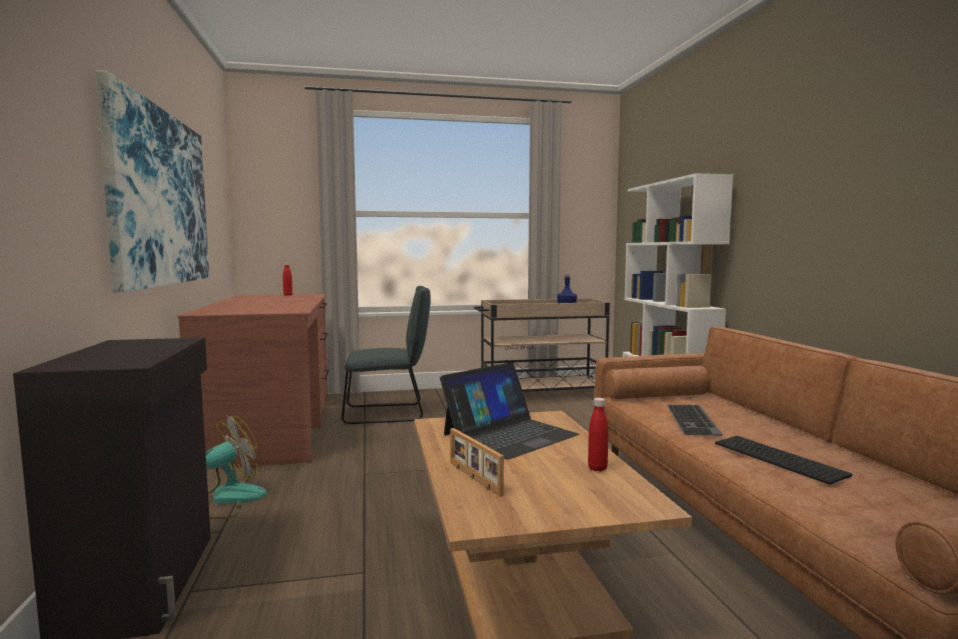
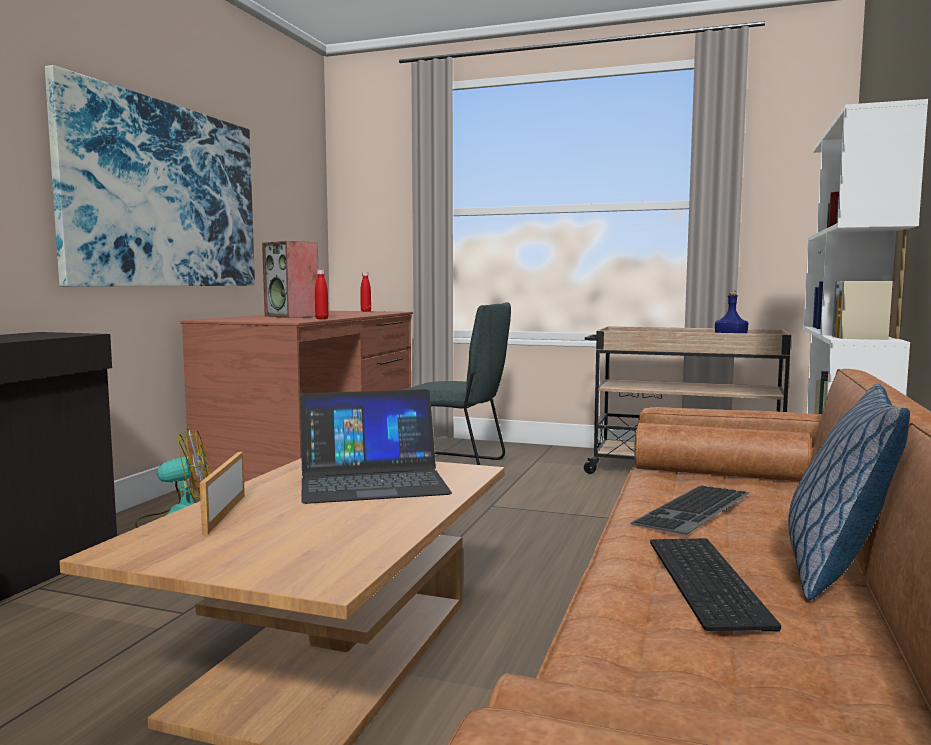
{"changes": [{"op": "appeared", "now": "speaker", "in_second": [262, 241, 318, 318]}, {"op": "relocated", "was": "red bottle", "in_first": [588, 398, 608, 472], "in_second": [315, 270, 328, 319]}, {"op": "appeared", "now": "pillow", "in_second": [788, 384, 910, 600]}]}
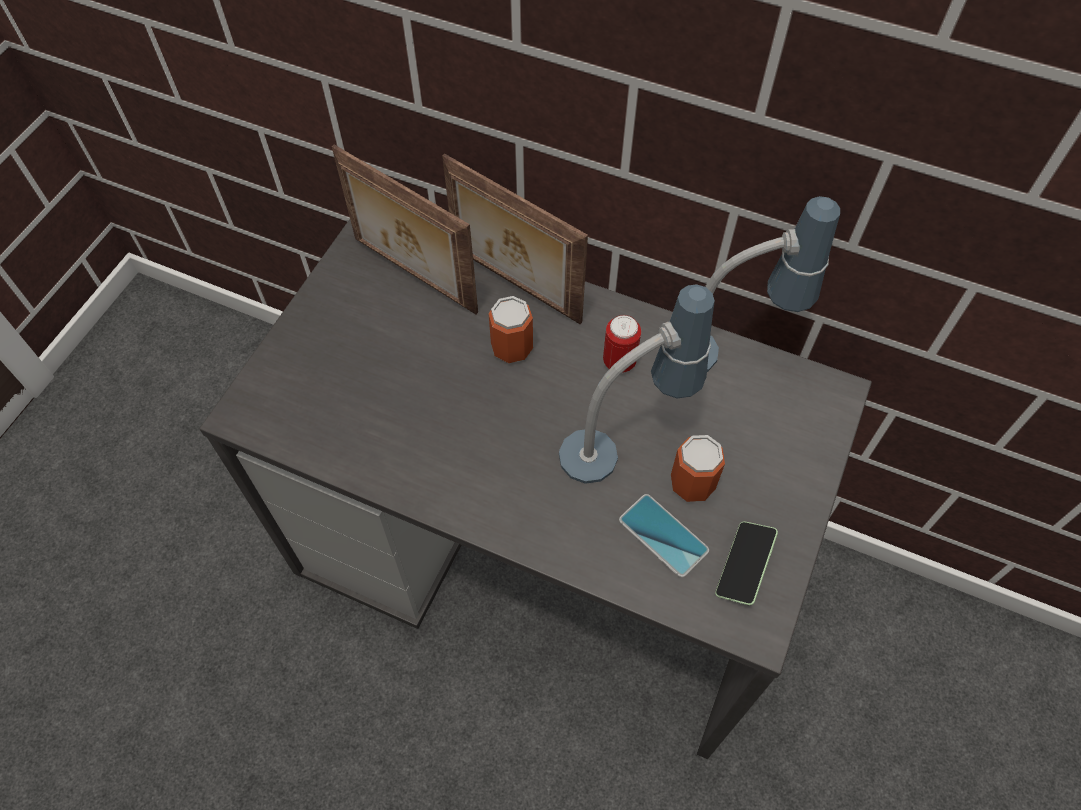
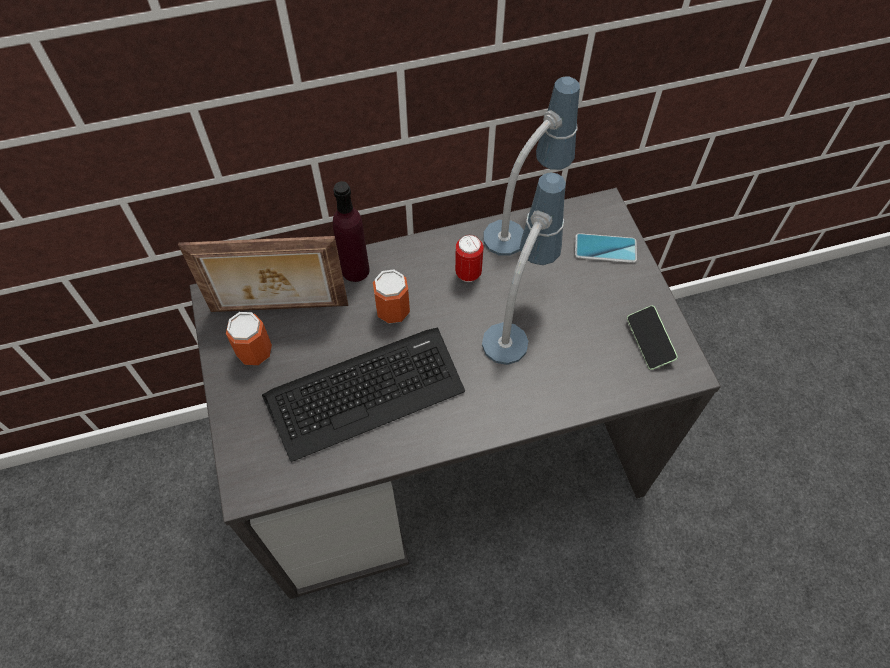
{"changes": [{"op": "relocated", "was": "can", "in_first": [671, 435, 725, 502], "in_second": [226, 312, 272, 365]}, {"op": "appeared", "now": "keyboard", "in_second": [262, 328, 465, 462]}, {"op": "exchanged", "was": "picture frame", "now": "purple bottle", "in_first": [442, 154, 588, 324], "in_second": [333, 181, 370, 282]}, {"op": "relocated", "was": "phone", "in_first": [619, 494, 709, 577], "in_second": [575, 233, 637, 263]}]}
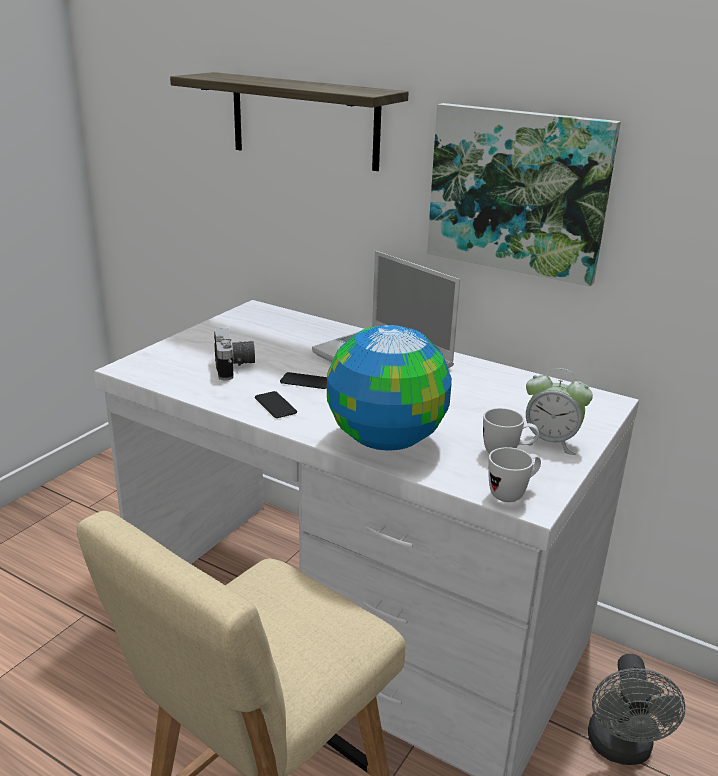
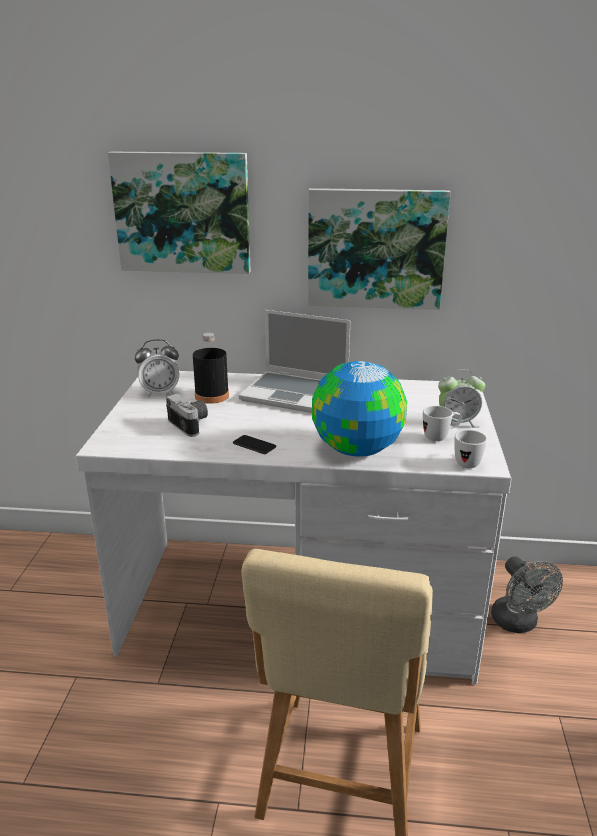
{"changes": [{"op": "exchanged", "was": "shelf", "now": "picture", "in_first": [170, 72, 409, 171], "in_second": [108, 152, 250, 274]}, {"op": "appeared", "now": "alarm clock", "in_second": [135, 339, 179, 397]}, {"op": "appeared", "now": "black bottle", "in_second": [193, 333, 229, 404]}, {"op": "missing", "was": "phone", "in_first": [280, 372, 327, 389]}]}
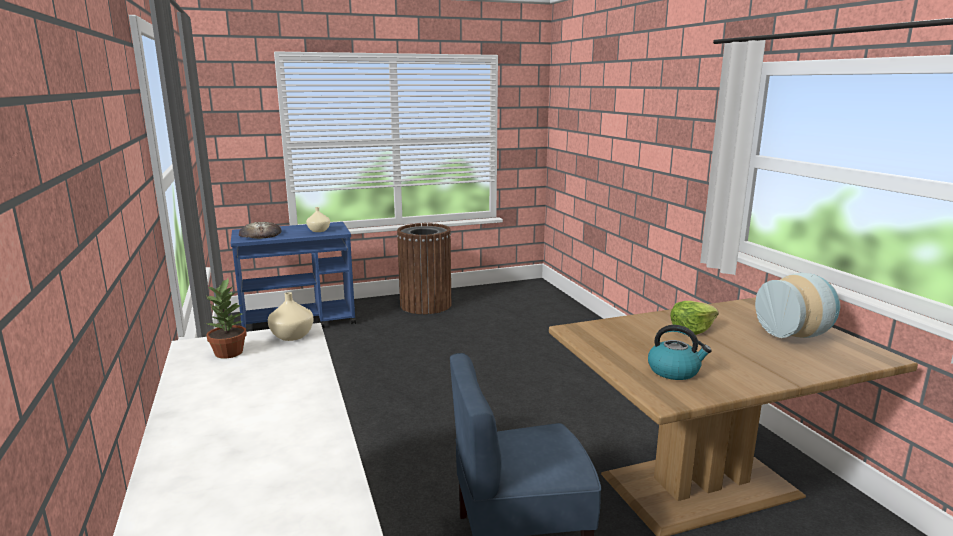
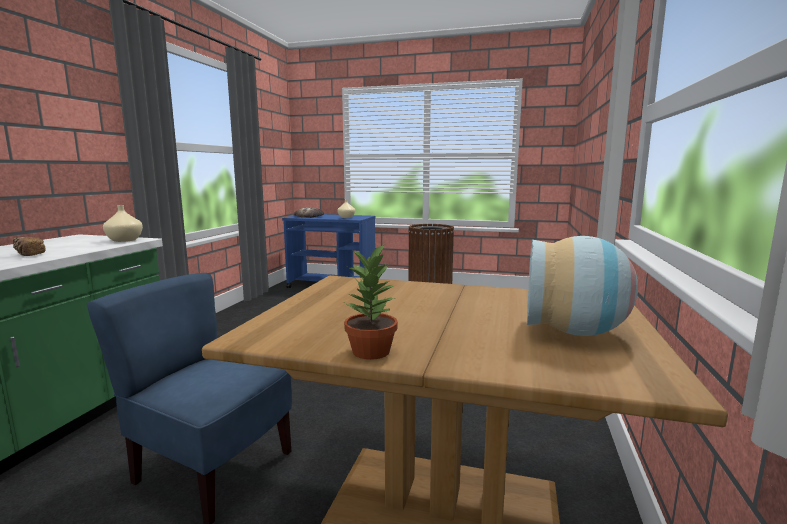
{"changes": [{"op": "appeared", "now": "bread", "in_second": [13, 237, 46, 256]}, {"op": "relocated", "was": "potted plant", "in_first": [205, 279, 247, 359], "in_second": [344, 243, 398, 360]}, {"op": "missing", "was": "kettle", "in_first": [648, 325, 712, 380]}, {"op": "missing", "was": "lettuce", "in_first": [670, 301, 719, 335]}]}
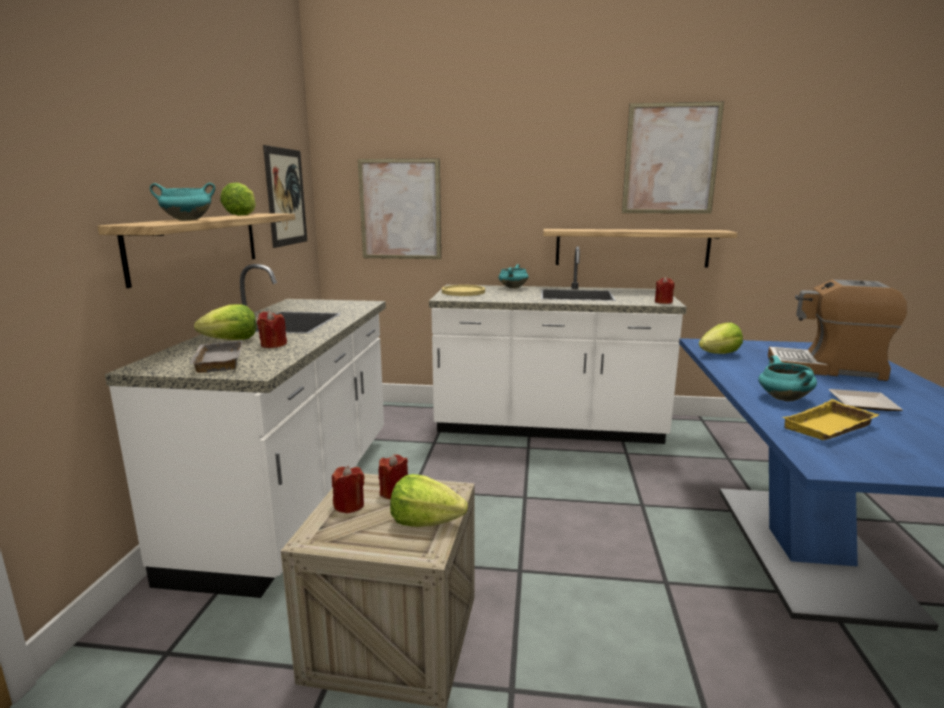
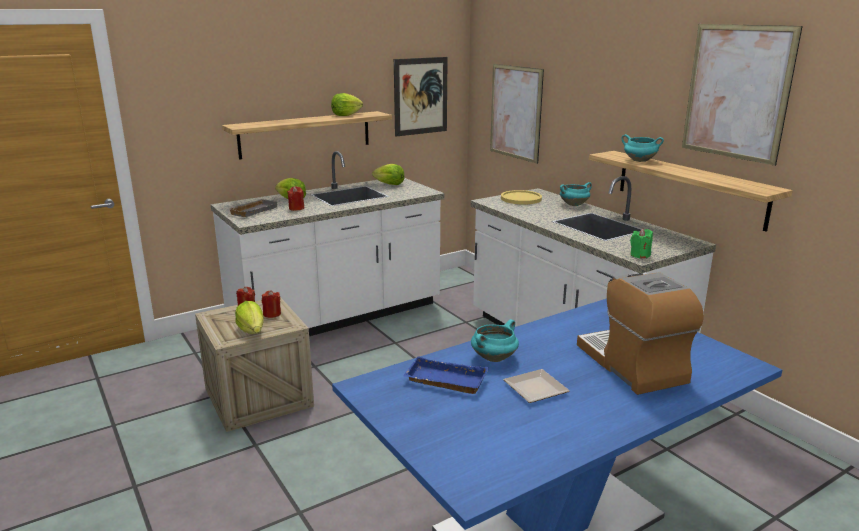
{"changes": [{"op": "relocated", "was": "lettuce", "in_first": [699, 322, 743, 354], "in_second": [372, 164, 405, 185]}, {"op": "colour", "was": "yellow tray", "now": "blue tray", "in_first": [782, 399, 879, 440], "in_second": [403, 356, 489, 394]}, {"op": "relocated", "was": "turquoise cooking pot", "in_first": [150, 183, 215, 221], "in_second": [622, 134, 664, 162]}, {"op": "colour", "was": "red candle", "now": "green candle", "in_first": [655, 277, 675, 304], "in_second": [630, 228, 653, 258]}]}
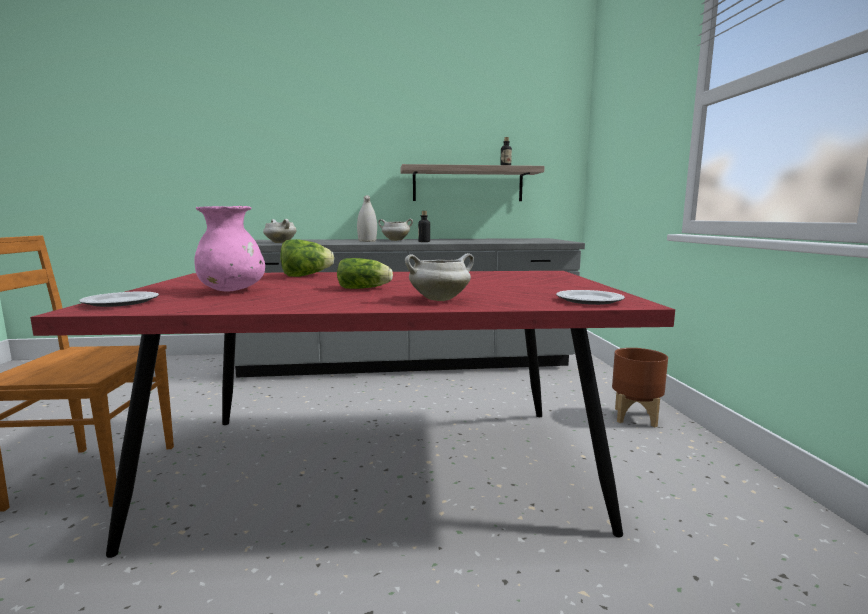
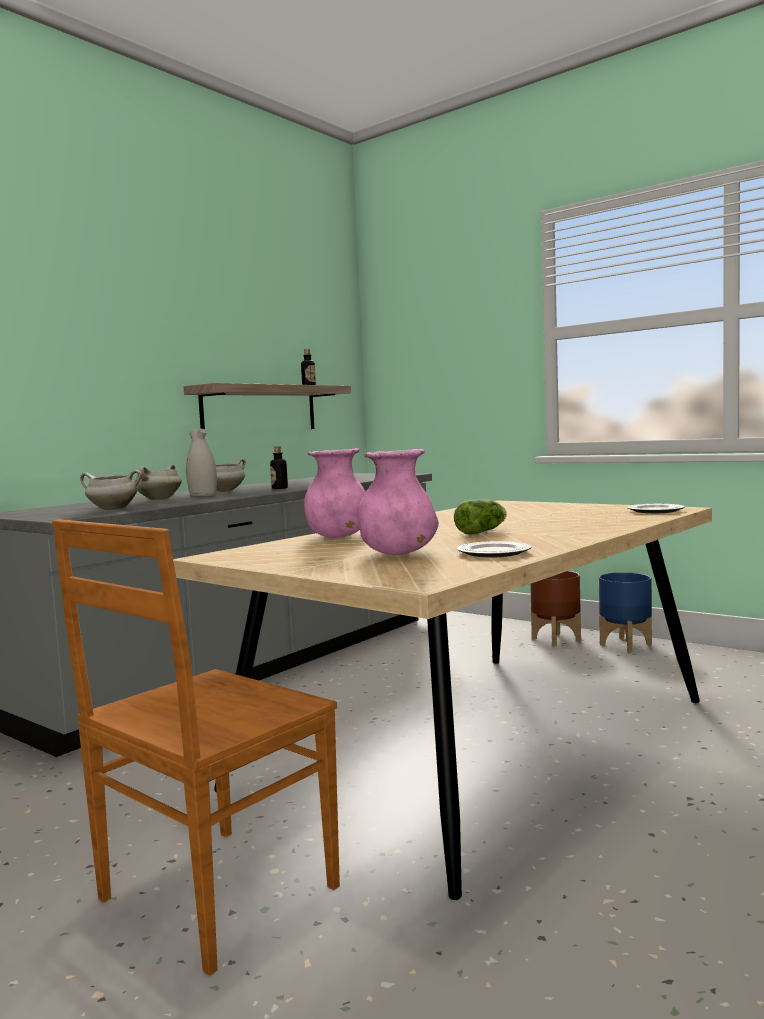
{"changes": [{"op": "relocated", "was": "white cooking pot", "in_first": [405, 253, 474, 301], "in_second": [134, 465, 182, 500]}, {"op": "colour", "was": "red dining table", "now": "beige dining table", "in_first": [30, 271, 675, 558], "in_second": [173, 500, 712, 900]}, {"op": "exchanged", "was": "lettuce", "now": "pink vase", "in_first": [280, 239, 334, 277], "in_second": [304, 448, 366, 538]}, {"op": "relocated", "was": "plate", "in_first": [79, 291, 159, 307], "in_second": [457, 541, 531, 558]}, {"op": "appeared", "now": "blue planter", "in_second": [599, 572, 652, 652]}]}
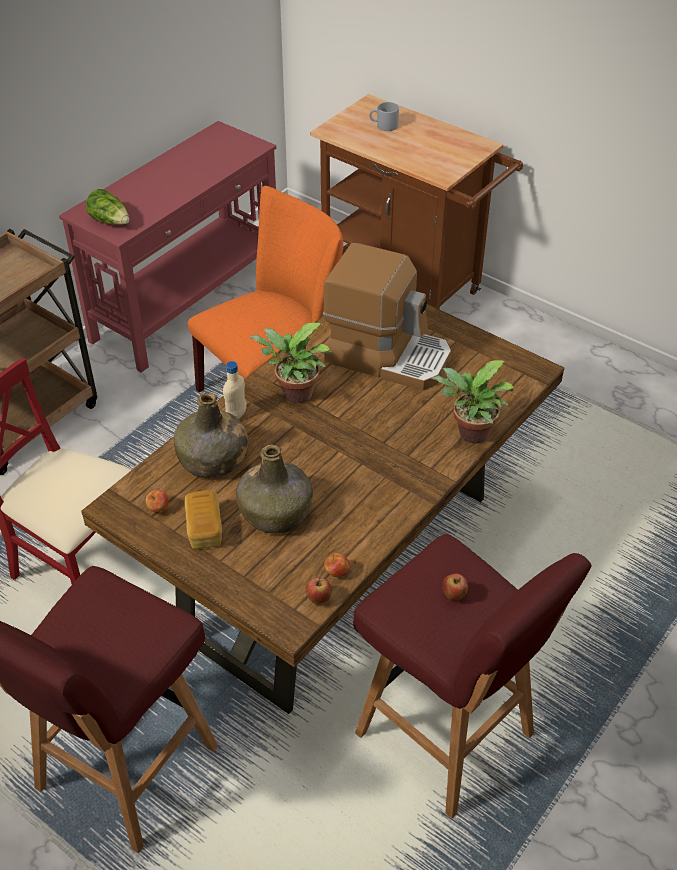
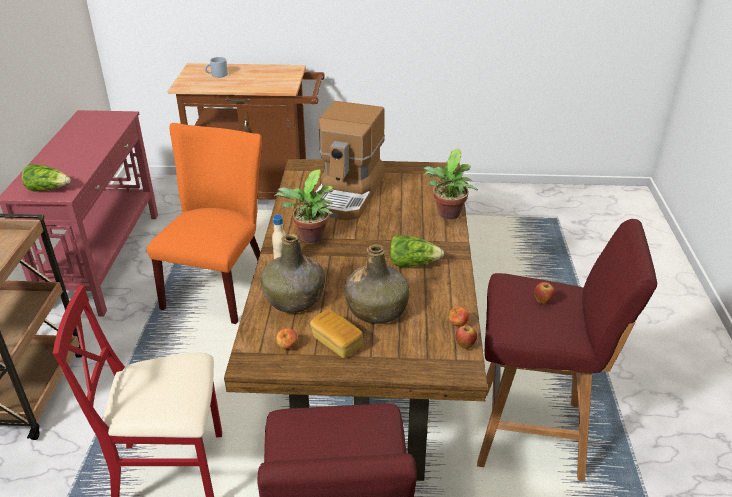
{"changes": [{"op": "spun", "was": "coffee machine", "in_first": [323, 243, 451, 390], "in_second": [315, 101, 385, 221], "clockwise": 120}, {"op": "appeared", "now": "lettuce", "in_second": [390, 235, 444, 267]}]}
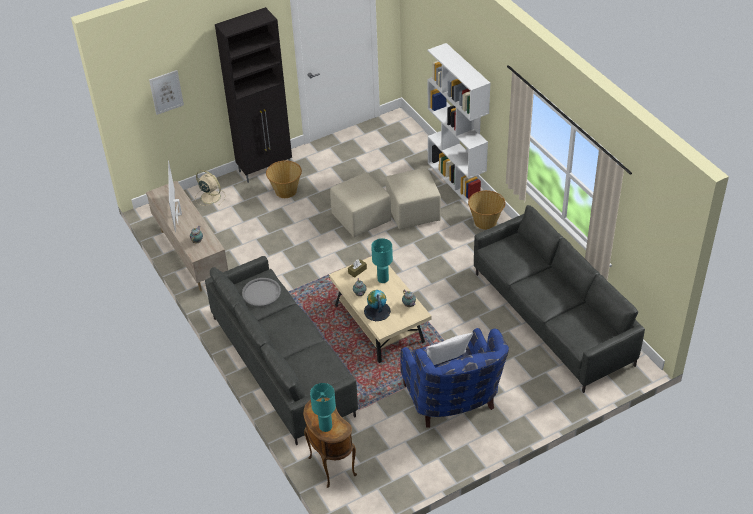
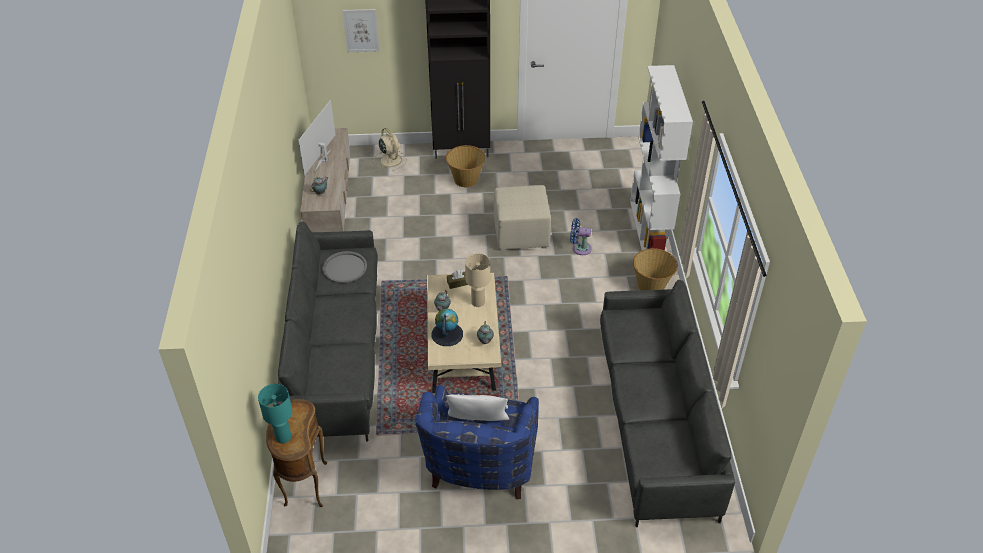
{"changes": [{"op": "colour", "was": "turquoise table lamp", "now": "beige table lamp", "in_first": [371, 238, 393, 283], "in_second": [465, 253, 490, 307]}, {"op": "exchanged", "was": "beige ottoman", "now": "blue fan", "in_first": [386, 168, 441, 229], "in_second": [570, 218, 592, 255]}]}
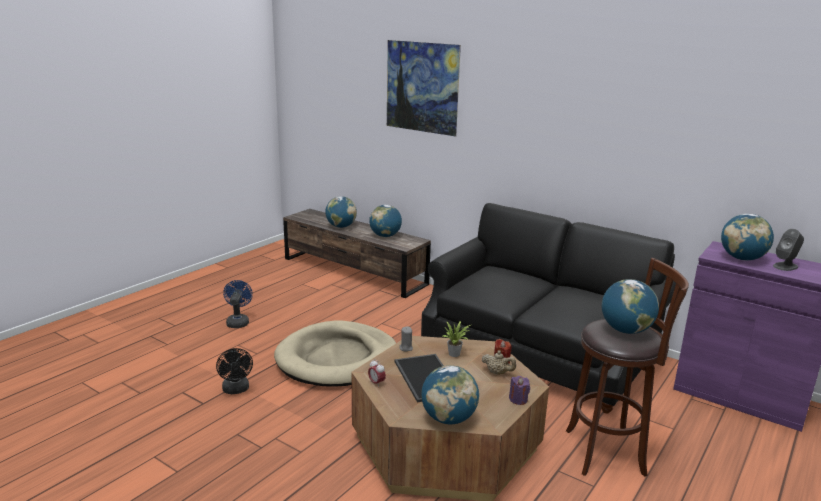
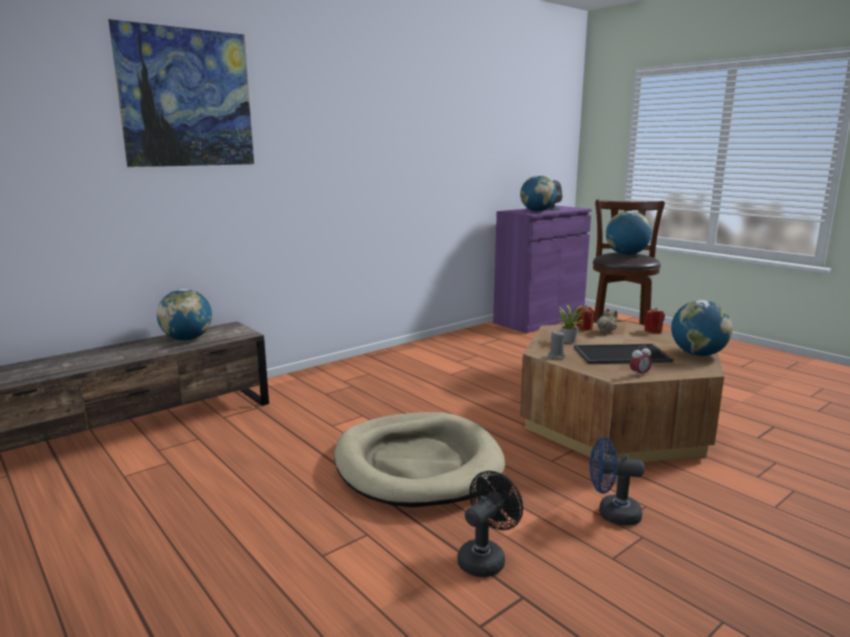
{"changes": [{"op": "spun", "was": "black fan", "in_first": [216, 348, 253, 394], "in_second": [458, 471, 523, 577], "clockwise": -45}, {"op": "relocated", "was": "blue fan", "in_first": [223, 280, 253, 328], "in_second": [590, 437, 644, 526]}, {"op": "colour", "was": "purple candle", "now": "red candle", "in_first": [509, 376, 530, 405], "in_second": [645, 308, 665, 333]}, {"op": "missing", "was": "globe", "in_first": [325, 196, 357, 228]}, {"op": "missing", "was": "black sofa", "in_first": [421, 203, 676, 413]}]}
